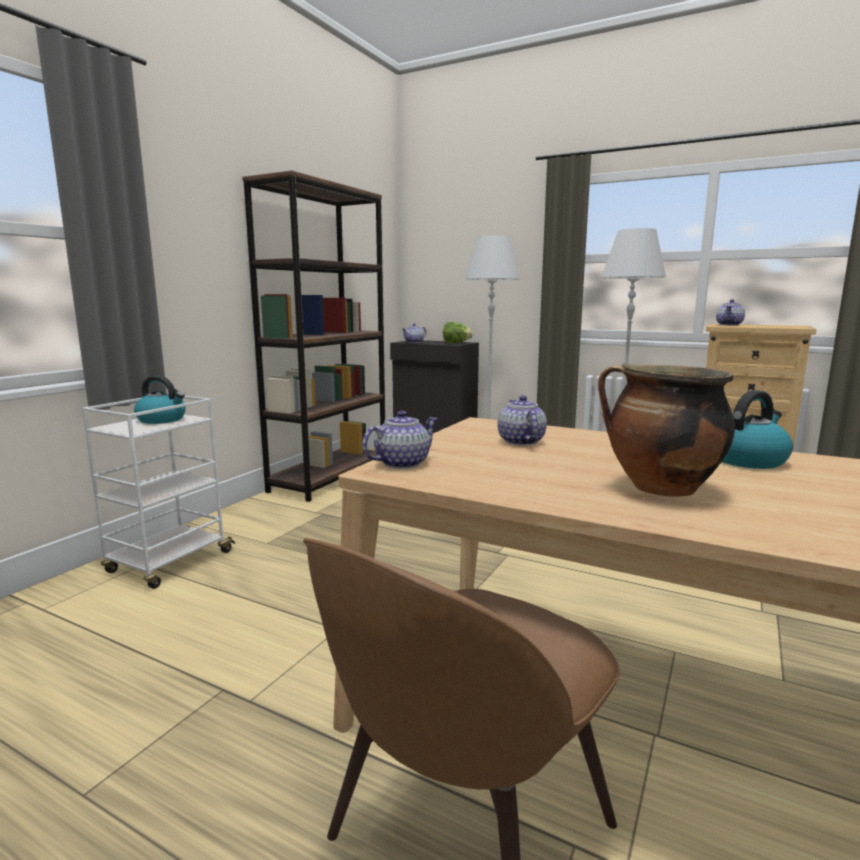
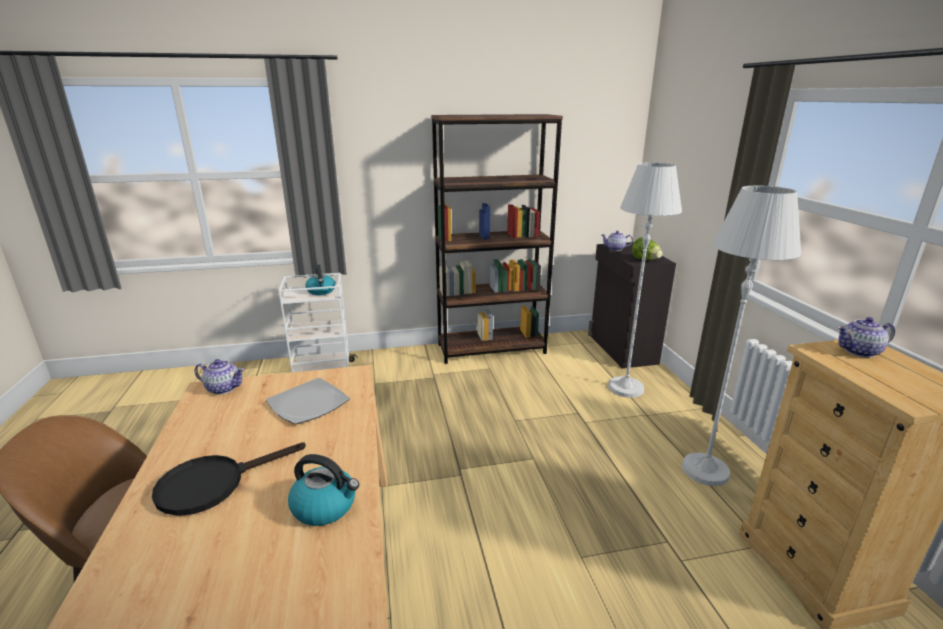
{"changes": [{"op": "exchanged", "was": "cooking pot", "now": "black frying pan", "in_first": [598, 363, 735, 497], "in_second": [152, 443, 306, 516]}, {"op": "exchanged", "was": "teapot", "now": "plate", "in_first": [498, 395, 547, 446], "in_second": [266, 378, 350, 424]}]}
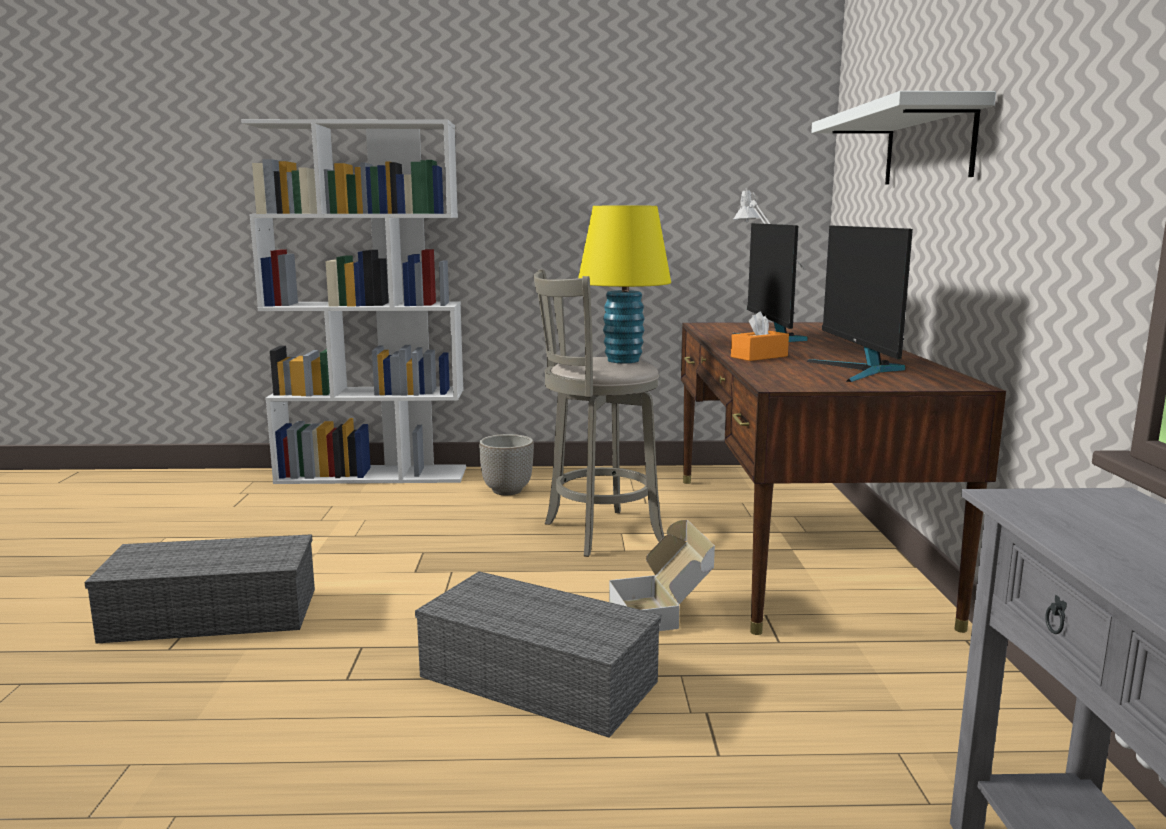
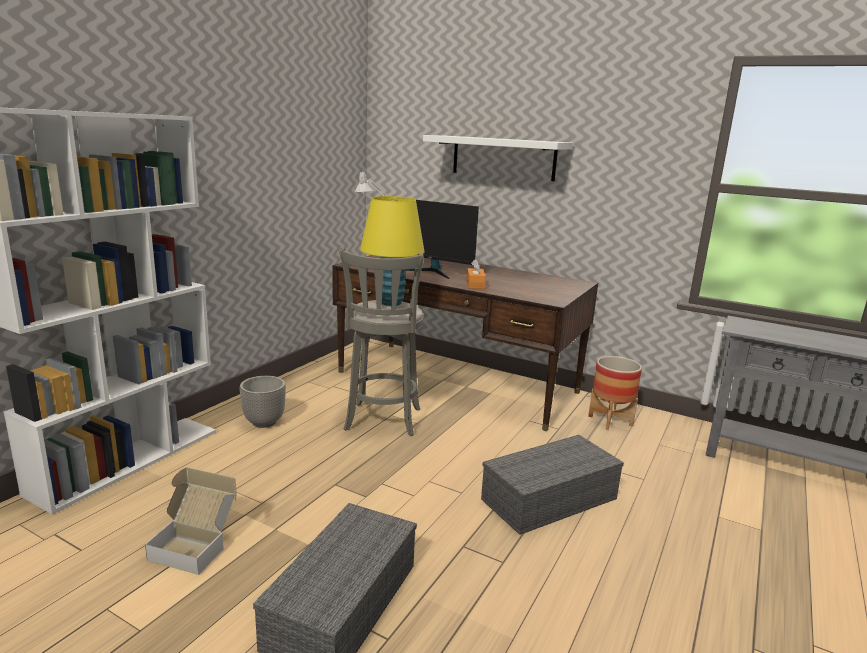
{"changes": [{"op": "relocated", "was": "cardboard box", "in_first": [609, 520, 715, 631], "in_second": [145, 467, 237, 575]}, {"op": "appeared", "now": "planter", "in_second": [588, 356, 642, 430]}, {"op": "missing", "was": "monitor", "in_first": [807, 226, 913, 382]}]}
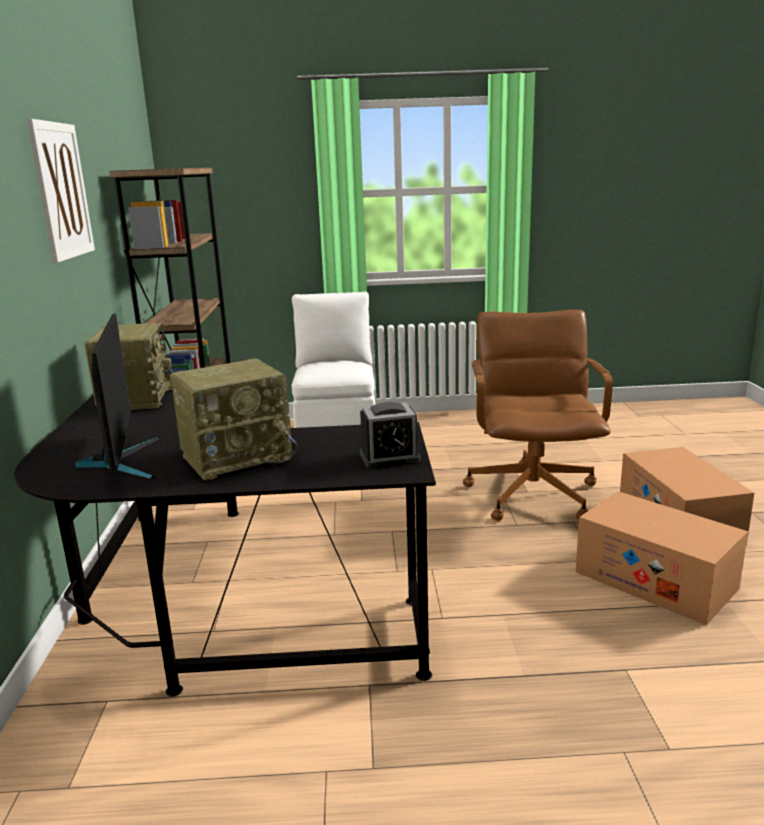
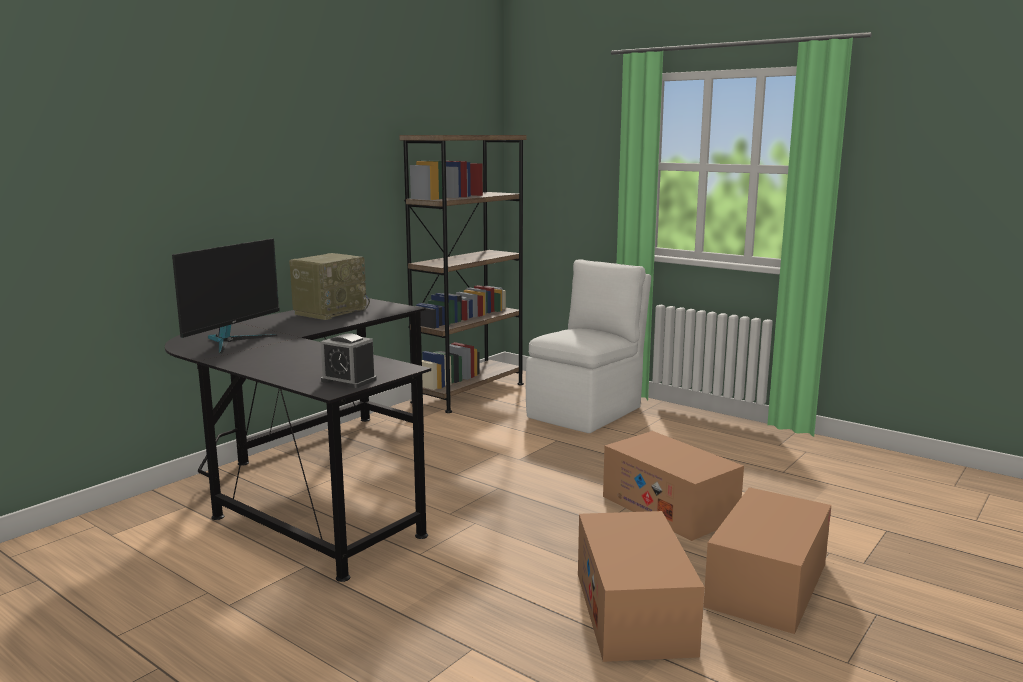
{"changes": [{"op": "exchanged", "was": "brown office chair", "now": "cardboard box", "in_first": [463, 310, 613, 521], "in_second": [603, 431, 744, 541]}, {"op": "missing", "was": "picture", "in_first": [27, 119, 95, 263]}, {"op": "missing", "was": "radio", "in_first": [170, 358, 297, 480]}]}
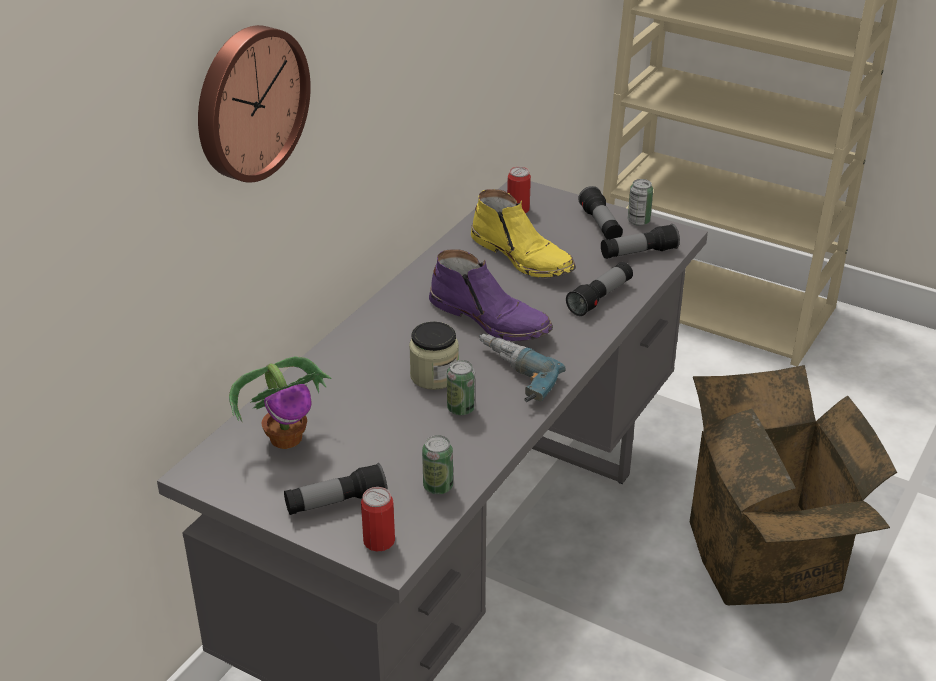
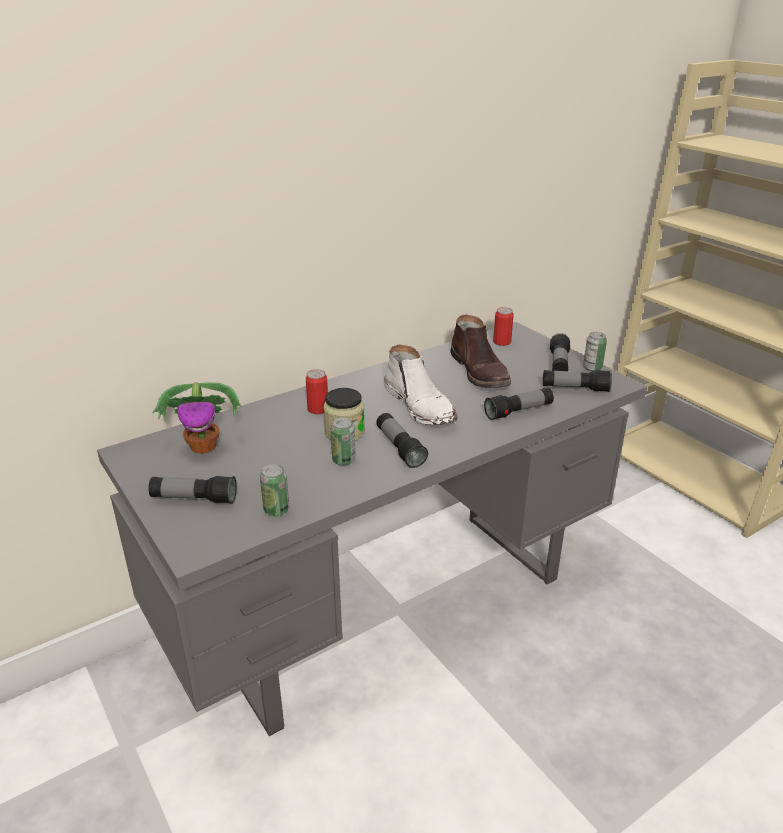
{"changes": [{"op": "relocated", "was": "can", "in_first": [361, 487, 395, 552], "in_second": [306, 369, 328, 414]}, {"op": "exchanged", "was": "power drill", "now": "flashlight", "in_first": [479, 334, 566, 402], "in_second": [376, 413, 428, 468]}, {"op": "colour", "was": "purple boot", "now": "white boot", "in_first": [429, 249, 553, 341], "in_second": [384, 345, 457, 425]}, {"op": "colour", "was": "yellow boot", "now": "brown boot", "in_first": [471, 189, 576, 278], "in_second": [450, 315, 511, 388]}, {"op": "missing", "was": "wall clock", "in_first": [198, 25, 311, 183]}, {"op": "missing", "was": "cardboard box", "in_first": [690, 365, 897, 605]}]}
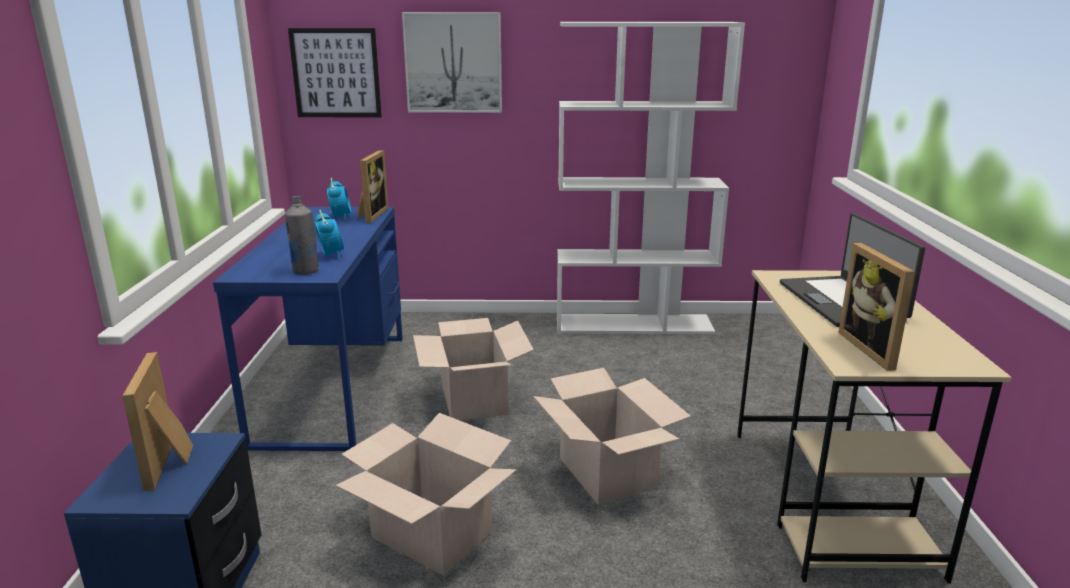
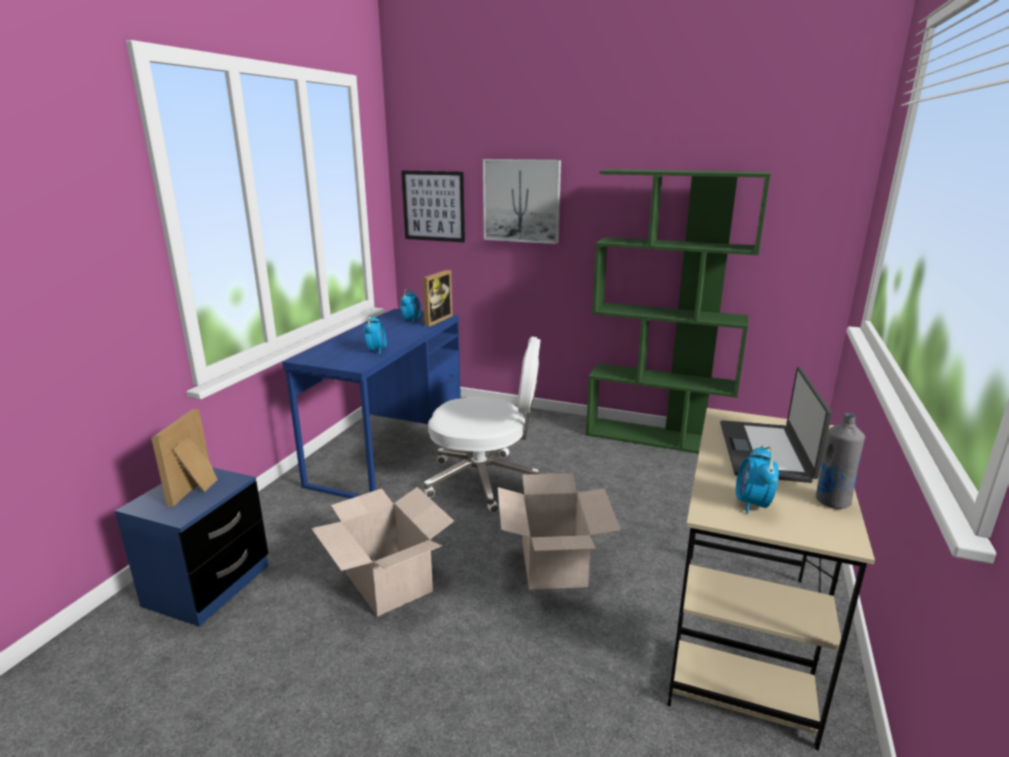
{"changes": [{"op": "exchanged", "was": "cardboard box", "now": "white office chair", "in_first": [413, 318, 534, 421], "in_second": [424, 336, 540, 513]}, {"op": "colour", "was": "white bookcase", "now": "green bookcase", "in_first": [557, 22, 745, 334], "in_second": [586, 169, 771, 454]}, {"op": "exchanged", "was": "picture frame", "now": "alarm clock", "in_first": [838, 243, 915, 371], "in_second": [736, 446, 779, 514]}, {"op": "relocated", "was": "grey bottle", "in_first": [285, 196, 320, 275], "in_second": [816, 413, 865, 509]}]}
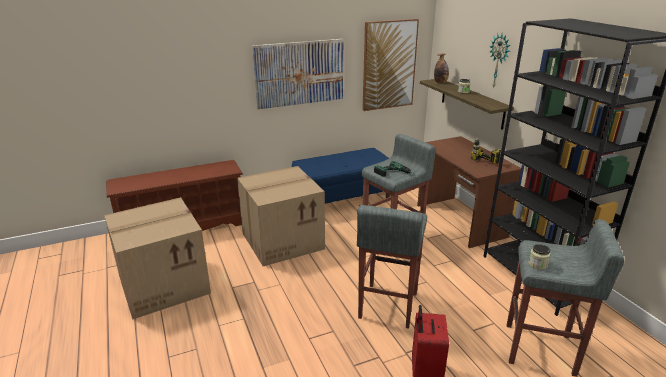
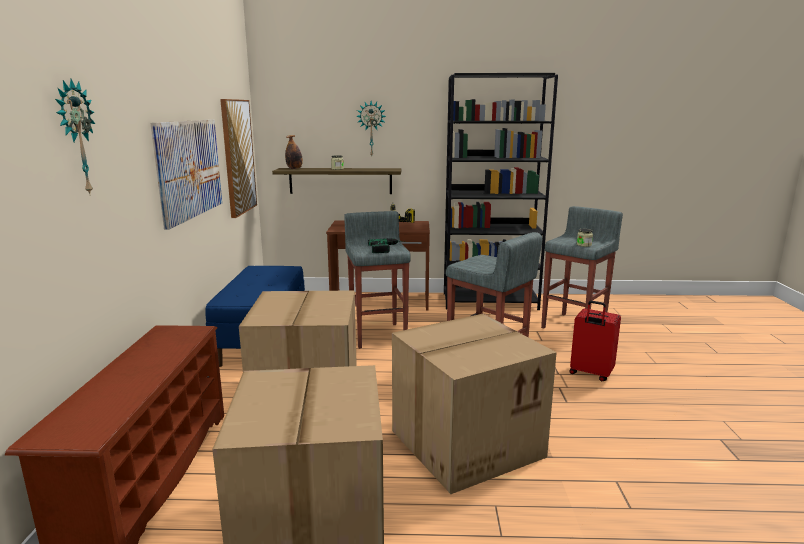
{"changes": [{"op": "appeared", "now": "wall clock", "in_second": [55, 79, 95, 196]}, {"op": "appeared", "now": "cardboard box", "in_second": [392, 314, 557, 494]}]}
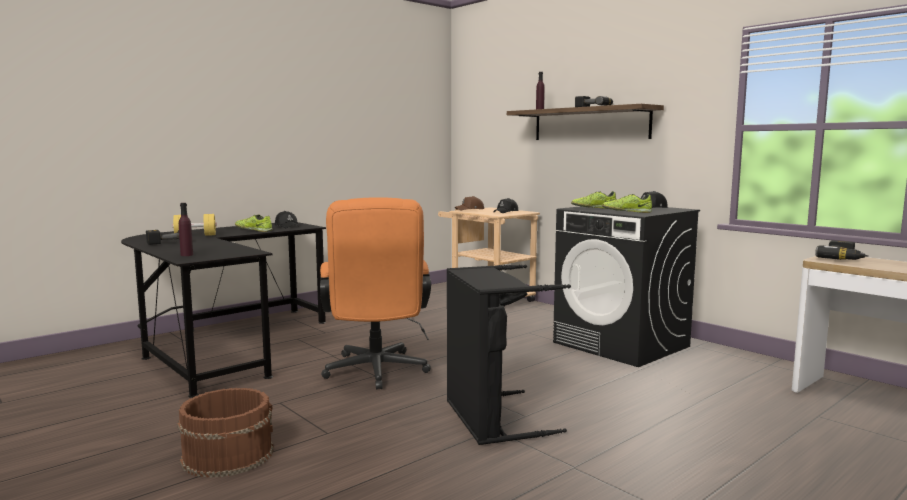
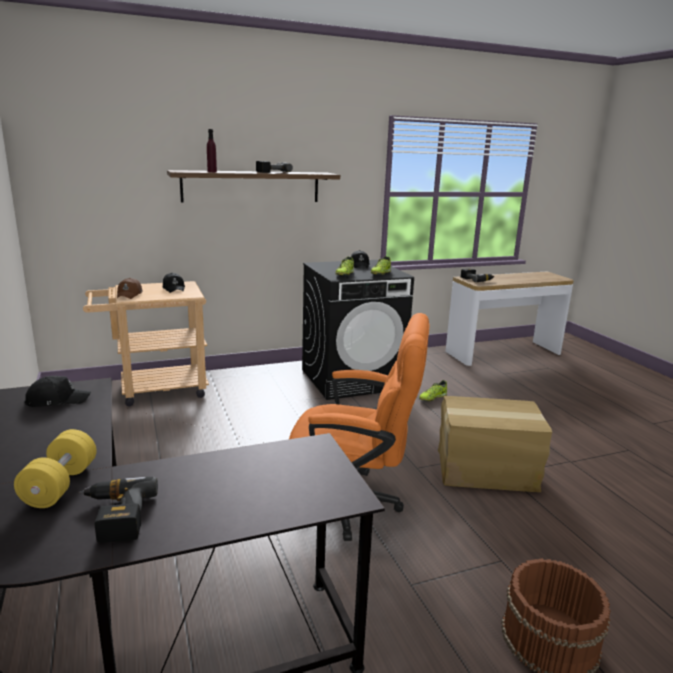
{"changes": [{"op": "relocated", "was": "shoe", "in_first": [235, 214, 272, 232], "in_second": [419, 380, 447, 401]}, {"op": "exchanged", "was": "black laundry basket", "now": "cardboard box", "in_first": [447, 265, 571, 445], "in_second": [438, 396, 552, 492]}, {"op": "missing", "was": "purple bottle", "in_first": [179, 203, 193, 256]}]}
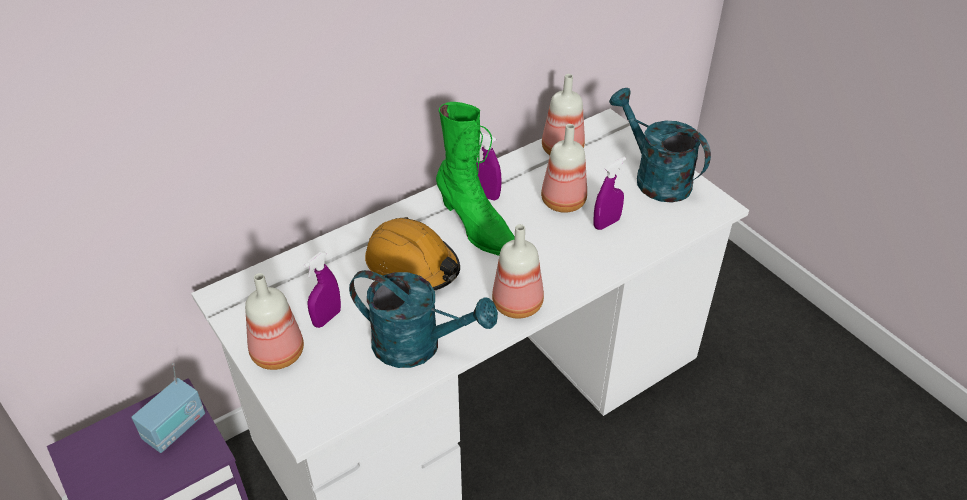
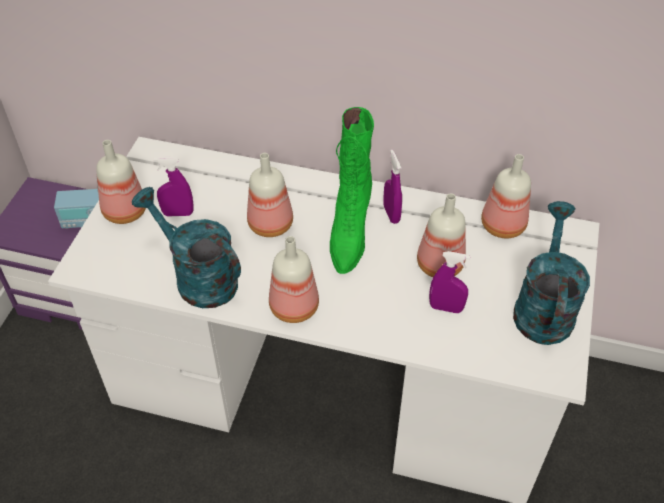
{"changes": [{"op": "spun", "was": "turquoise watering can", "in_first": [349, 270, 498, 368], "in_second": [132, 187, 241, 308], "clockwise": 150}, {"op": "exchanged", "was": "orange hard hat", "now": "bottle", "in_first": [365, 217, 460, 291], "in_second": [247, 153, 293, 237]}]}
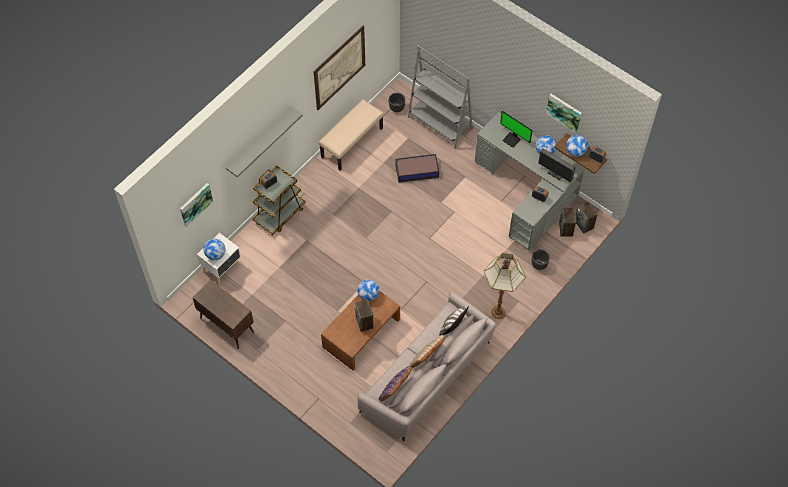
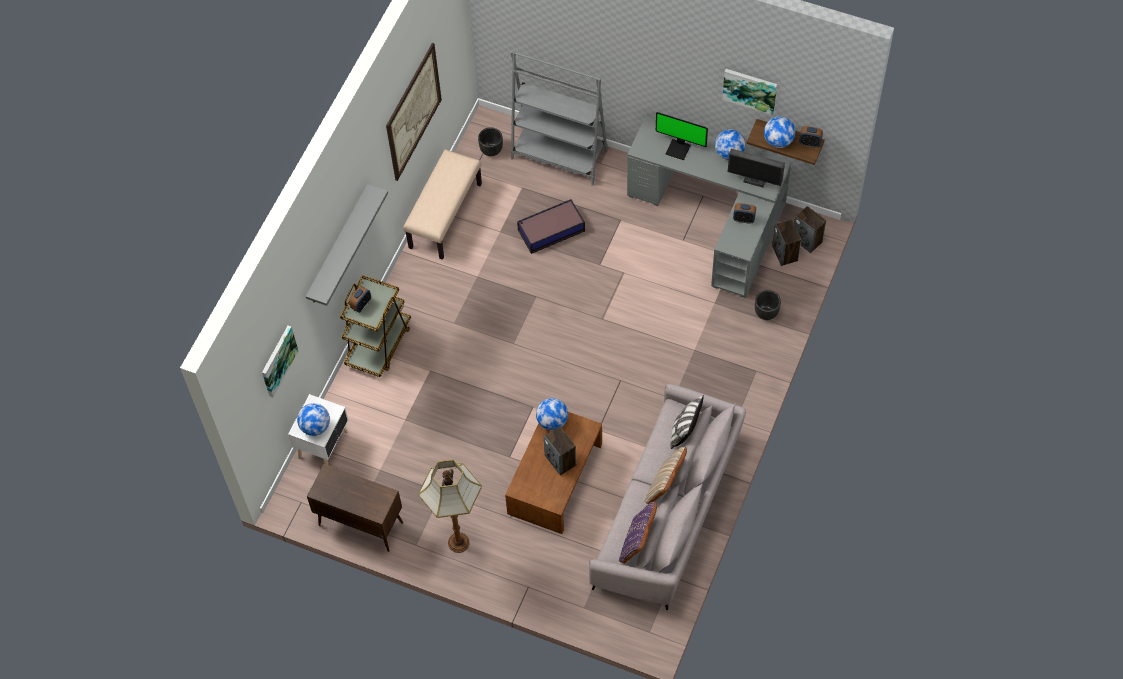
{"changes": [{"op": "relocated", "was": "floor lamp", "in_first": [484, 253, 526, 319], "in_second": [418, 459, 482, 553]}]}
